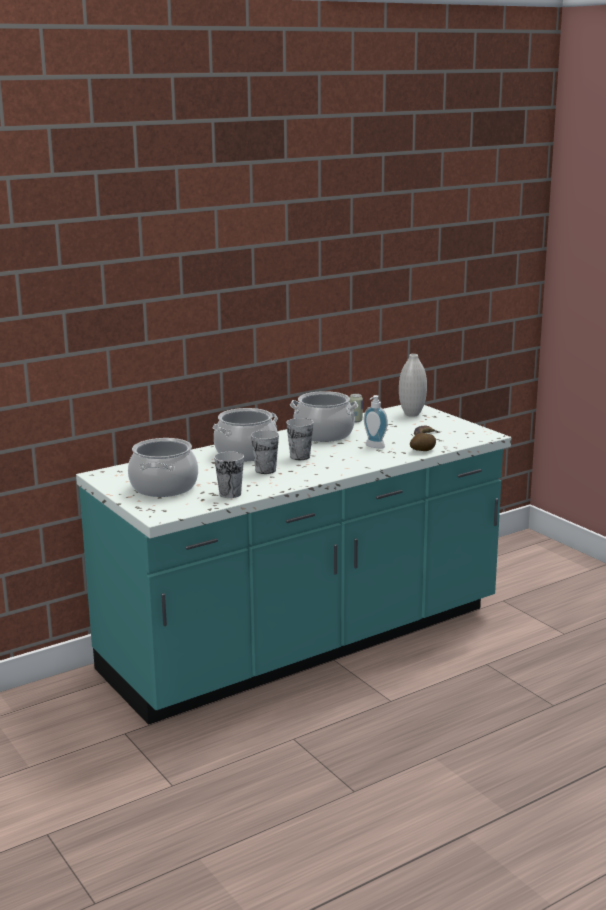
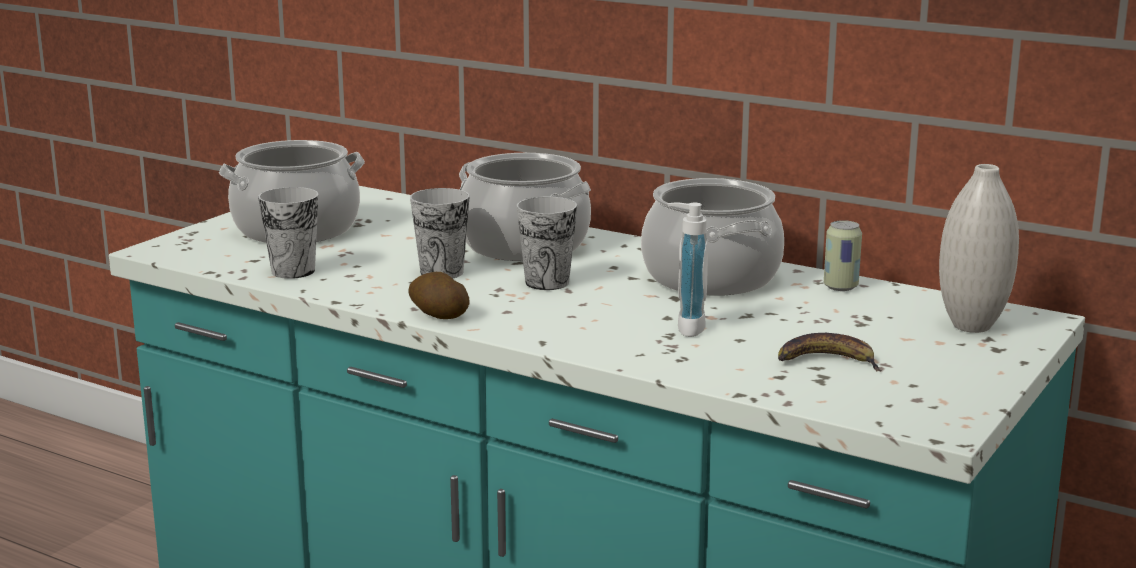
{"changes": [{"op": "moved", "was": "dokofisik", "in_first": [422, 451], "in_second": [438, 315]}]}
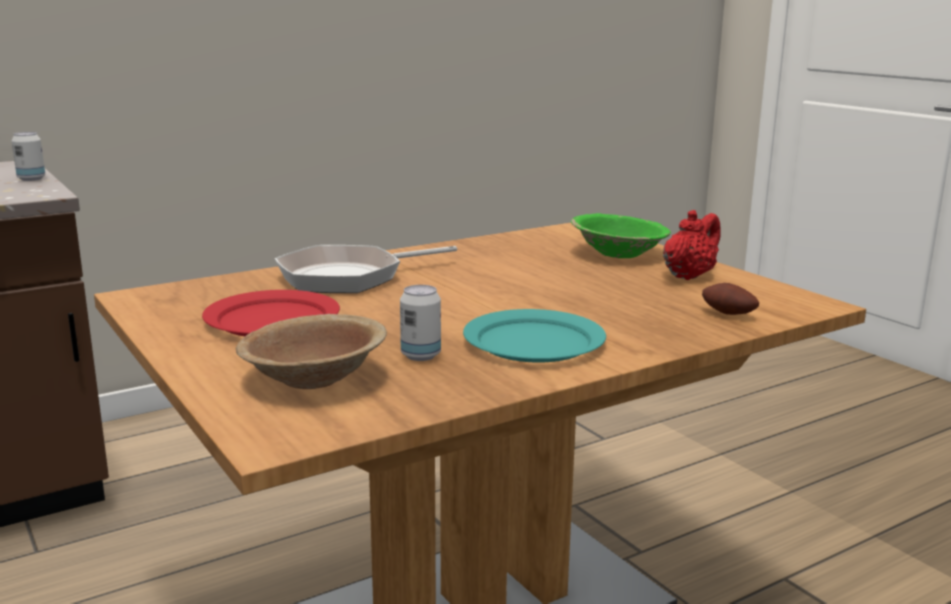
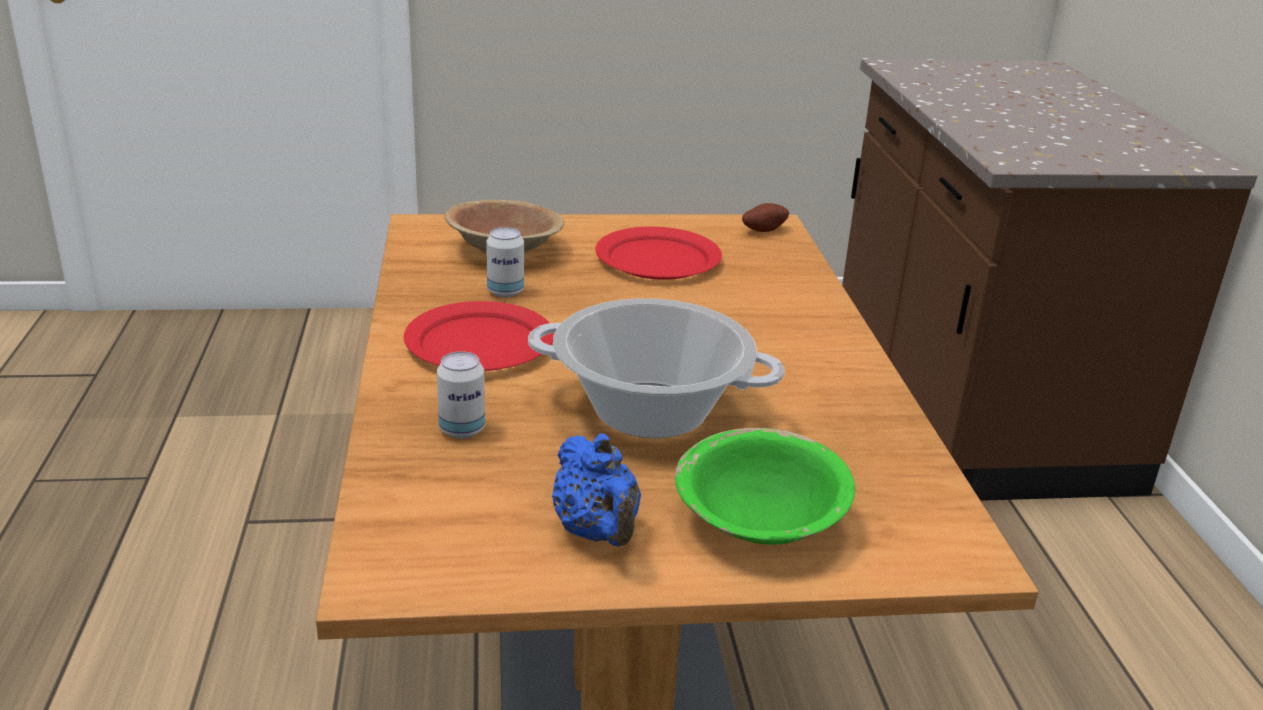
{"changes": [{"op": "moved", "was": "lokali", "in_first": [31, 179], "in_second": [462, 430]}, {"op": "recoloured", "was": "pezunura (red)", "now": "pezunura (blue)", "in_first": [689, 276], "in_second": [597, 532]}, {"op": "removed", "was": "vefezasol", "in_first": [349, 277]}, {"op": "moved", "was": "dokofisik", "in_first": [727, 315], "in_second": [763, 230]}, {"op": "recoloured", "was": "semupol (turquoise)", "now": "semupol (red)", "in_first": [534, 342], "in_second": [478, 343]}, {"op": "added", "now": "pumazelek", "in_second": [650, 410]}]}
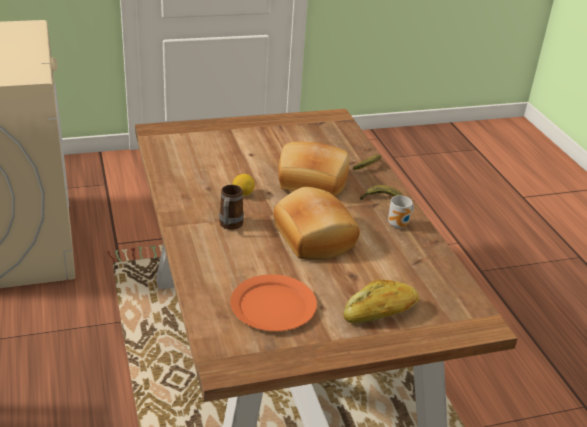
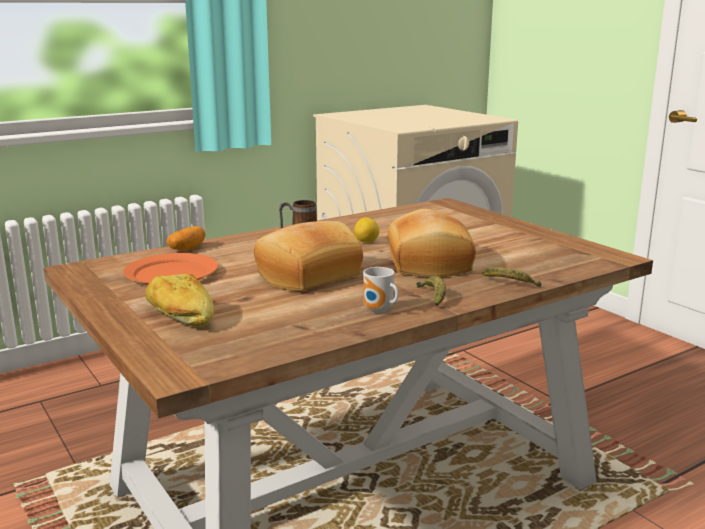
{"changes": [{"op": "added", "now": "dokofisik", "in_second": [187, 249]}]}
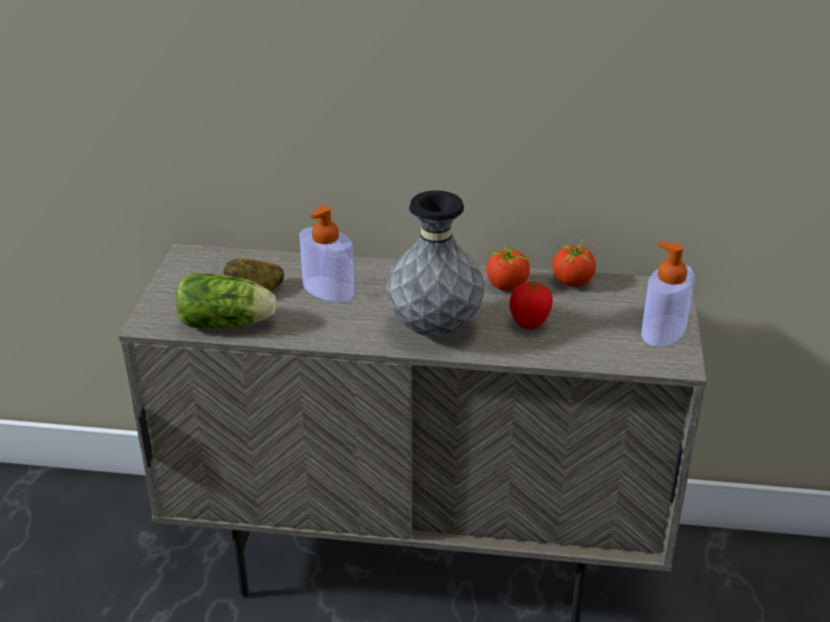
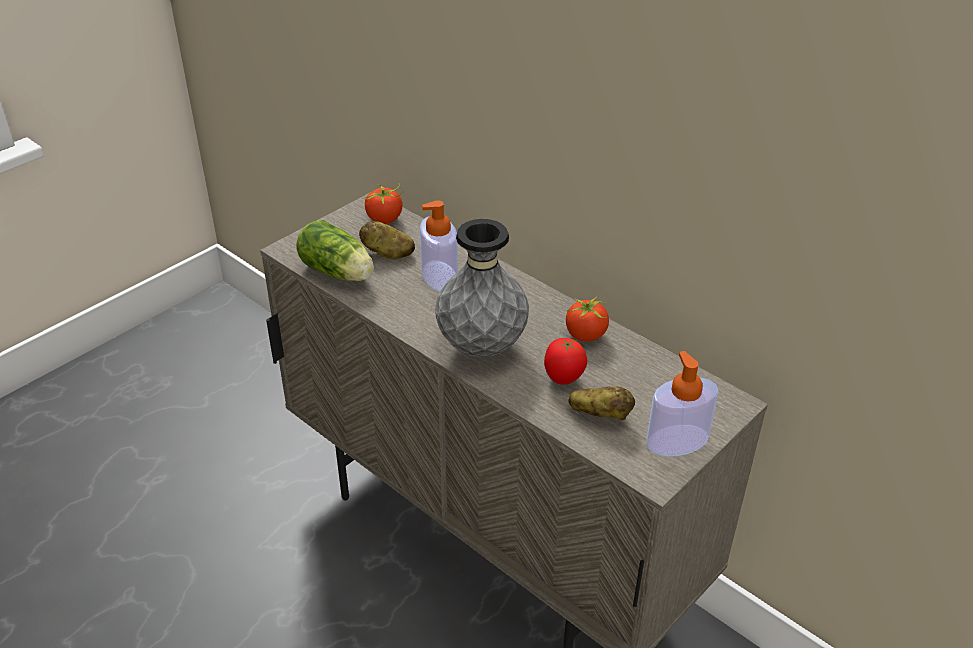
{"changes": [{"op": "moved", "was": "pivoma", "in_first": [572, 281], "in_second": [384, 219]}, {"op": "added", "now": "dokofisik", "in_second": [600, 414]}]}
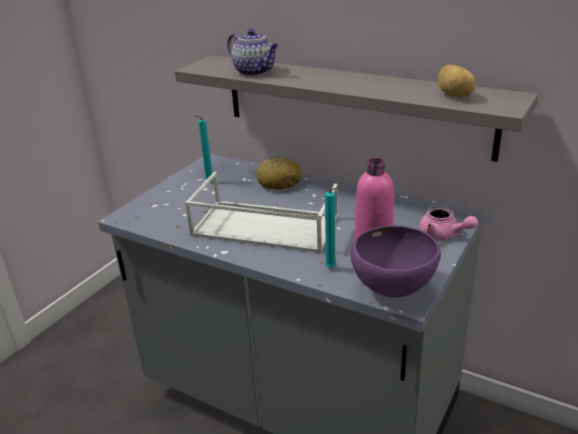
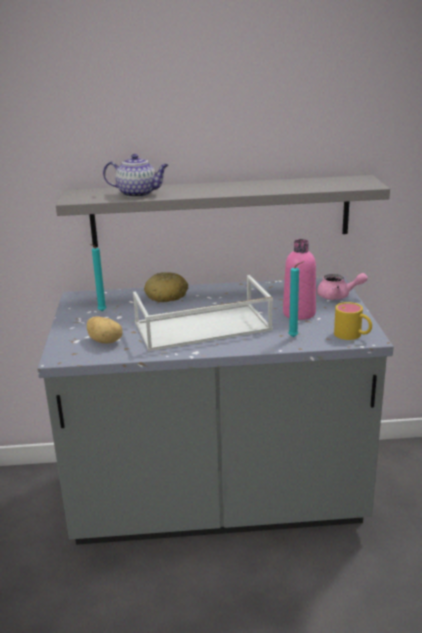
{"changes": [{"op": "moved", "was": "dokofisik", "in_first": [455, 95], "in_second": [105, 341]}, {"op": "replaced", "was": "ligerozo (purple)", "now": "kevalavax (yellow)", "in_first": [393, 290], "in_second": [353, 335]}]}
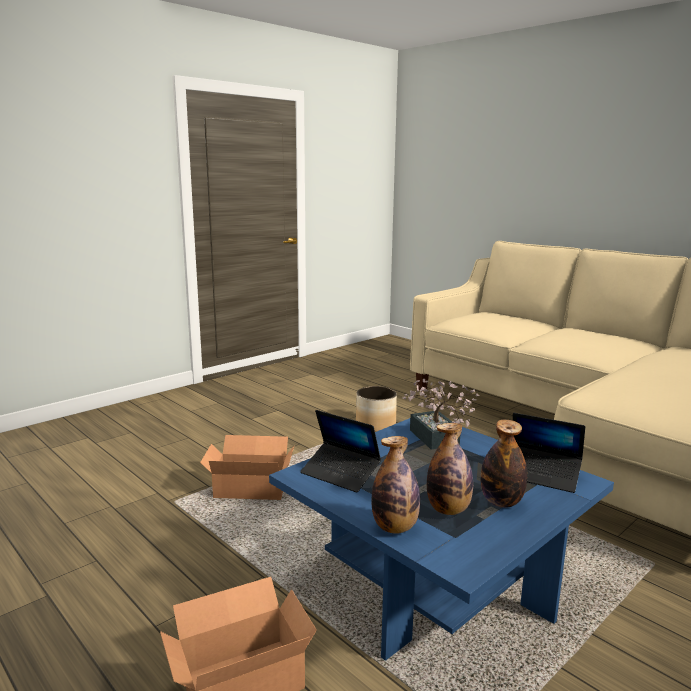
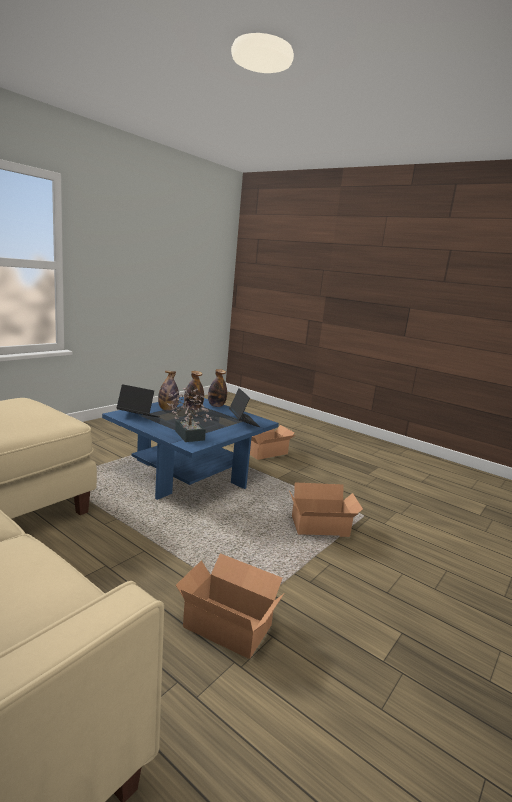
{"changes": [{"op": "replaced", "was": "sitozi", "now": "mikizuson", "in_first": [375, 425], "in_second": [227, 623]}, {"op": "turned", "was": "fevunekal", "in_first": [340, 473], "in_second": [243, 421], "clockwise": 45}]}
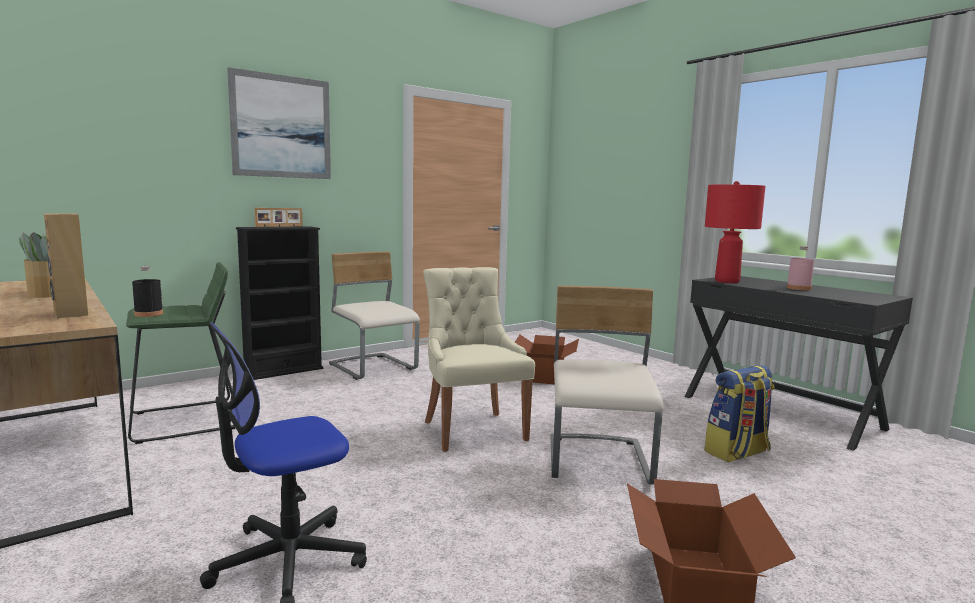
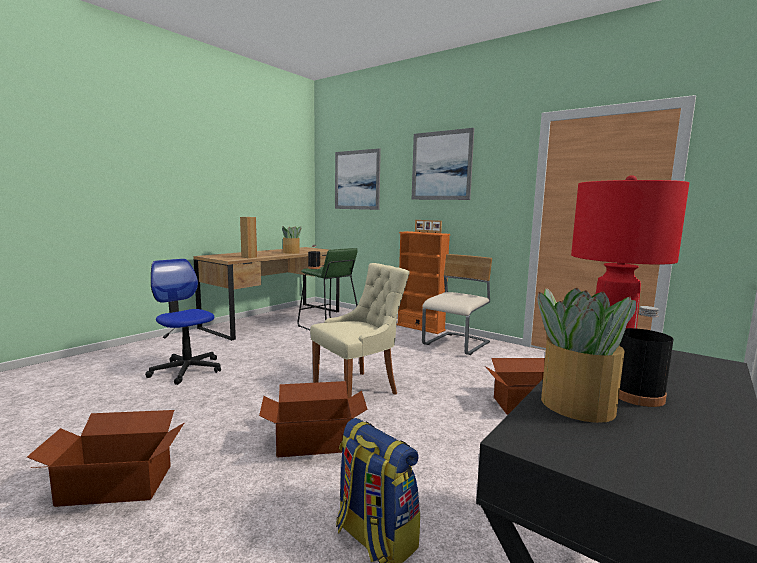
{"changes": [{"op": "recoloured", "was": "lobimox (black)", "now": "lobimox (orange)", "in_first": [283, 371], "in_second": [420, 327]}, {"op": "recoloured", "was": "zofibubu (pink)", "now": "zofibubu (black)", "in_first": [798, 288], "in_second": [637, 396]}, {"op": "replaced", "was": "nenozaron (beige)", "now": "mikizuson", "in_first": [599, 462], "in_second": [315, 442]}, {"op": "added", "now": "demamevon", "in_second": [357, 180]}, {"op": "added", "now": "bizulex", "in_second": [575, 404]}]}
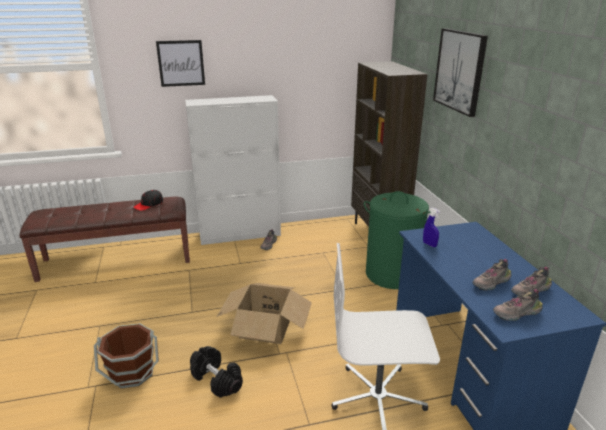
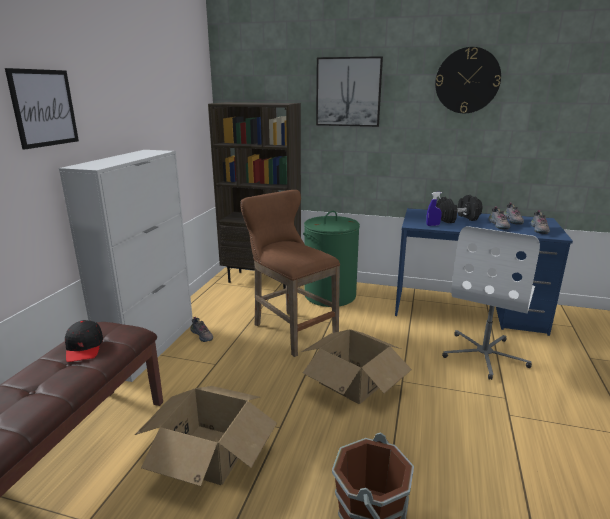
{"changes": [{"op": "moved", "was": "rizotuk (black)", "in_first": [217, 380], "in_second": [456, 219]}, {"op": "added", "now": "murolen", "in_second": [467, 80]}, {"op": "added", "now": "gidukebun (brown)", "in_second": [290, 329]}, {"op": "added", "now": "mikizuson", "in_second": [209, 454]}]}
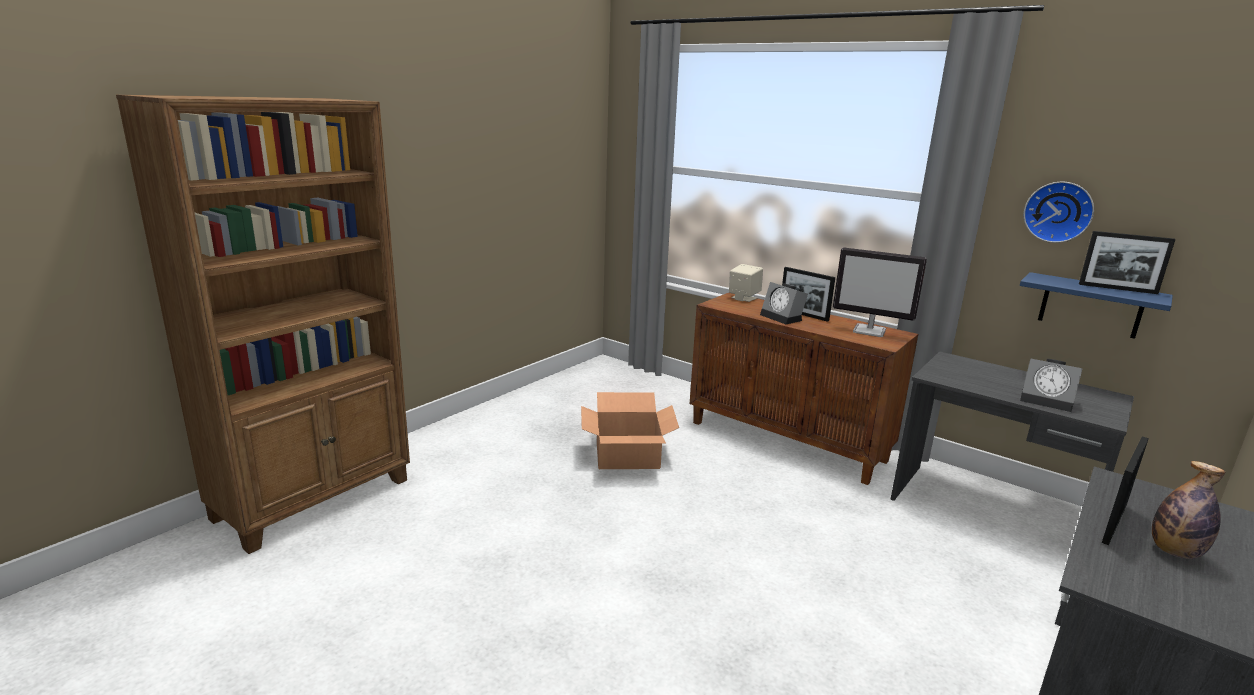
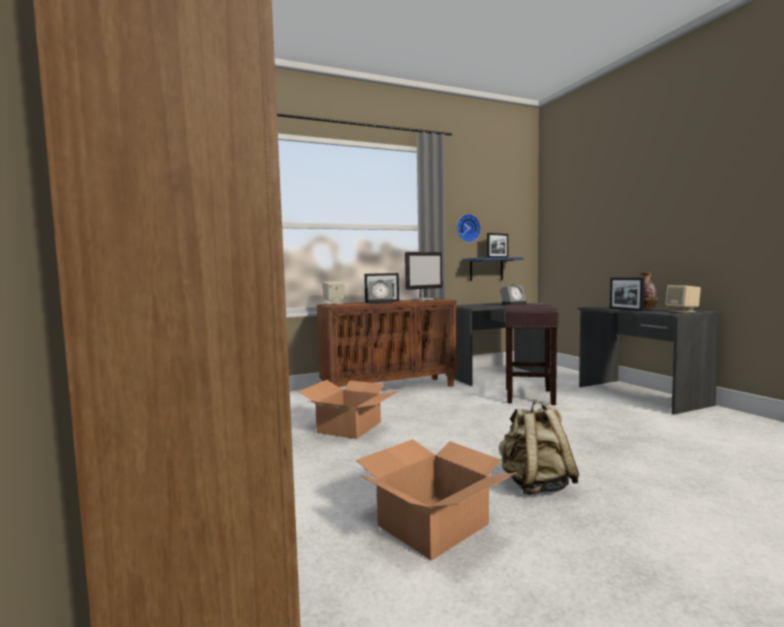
{"changes": [{"op": "added", "now": "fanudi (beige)", "in_second": [682, 311]}, {"op": "added", "now": "gidukebun (brown)", "in_second": [529, 397]}, {"op": "added", "now": "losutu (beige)", "in_second": [535, 485]}, {"op": "added", "now": "mikizuson", "in_second": [432, 524]}]}
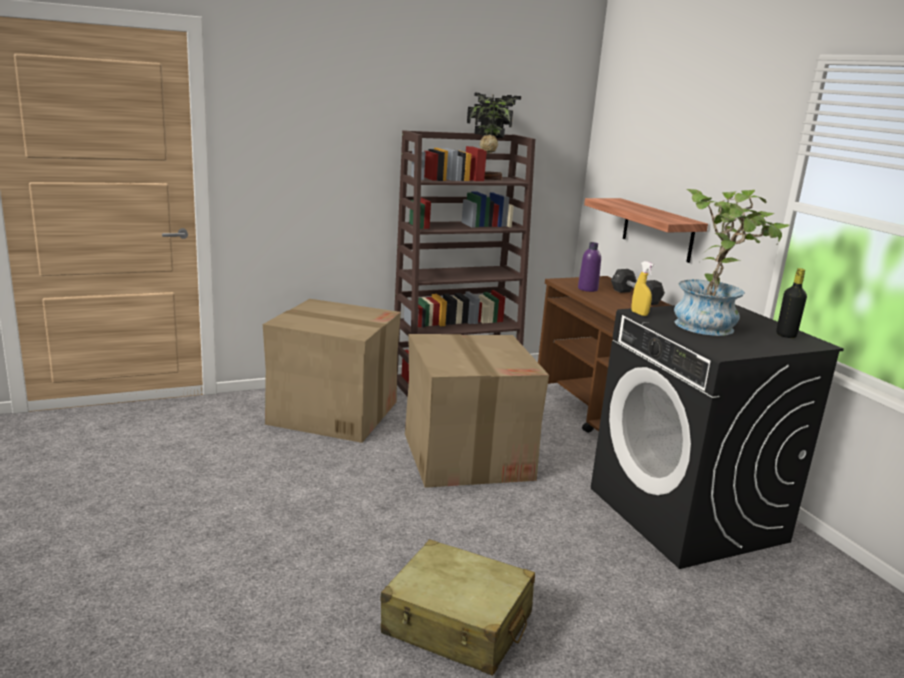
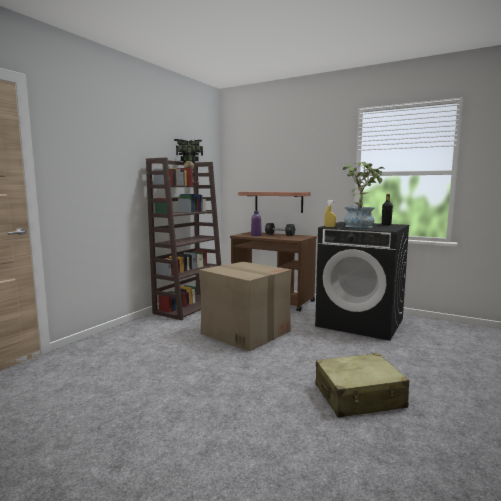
{"changes": [{"op": "removed", "was": "mikizuson", "in_first": [332, 412]}]}
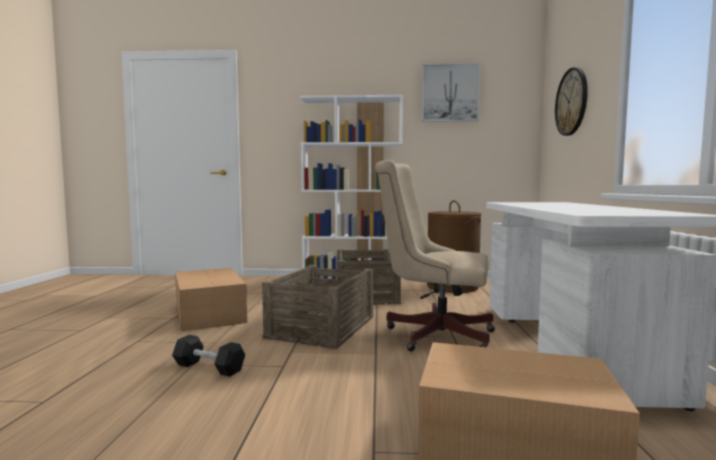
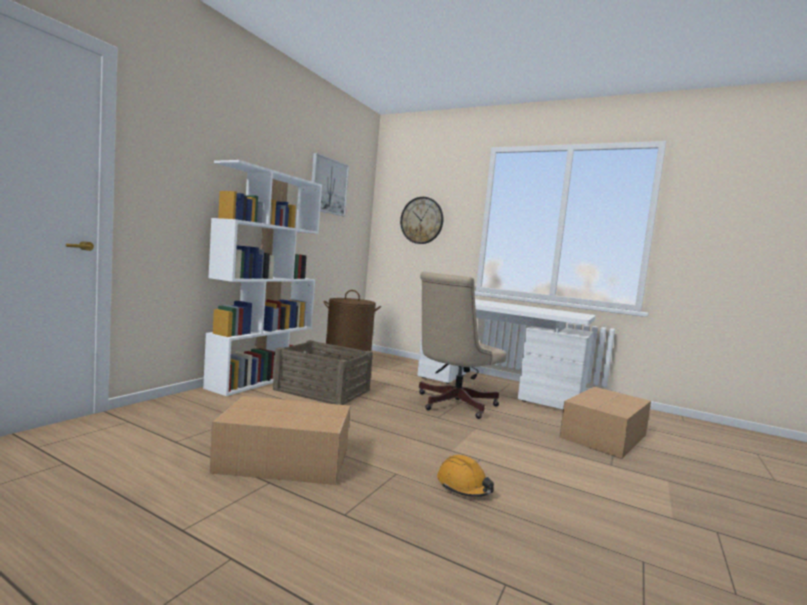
{"changes": [{"op": "removed", "was": "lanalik", "in_first": [323, 326]}, {"op": "replaced", "was": "rizotuk (black)", "now": "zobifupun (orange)", "in_first": [209, 367], "in_second": [464, 486]}]}
